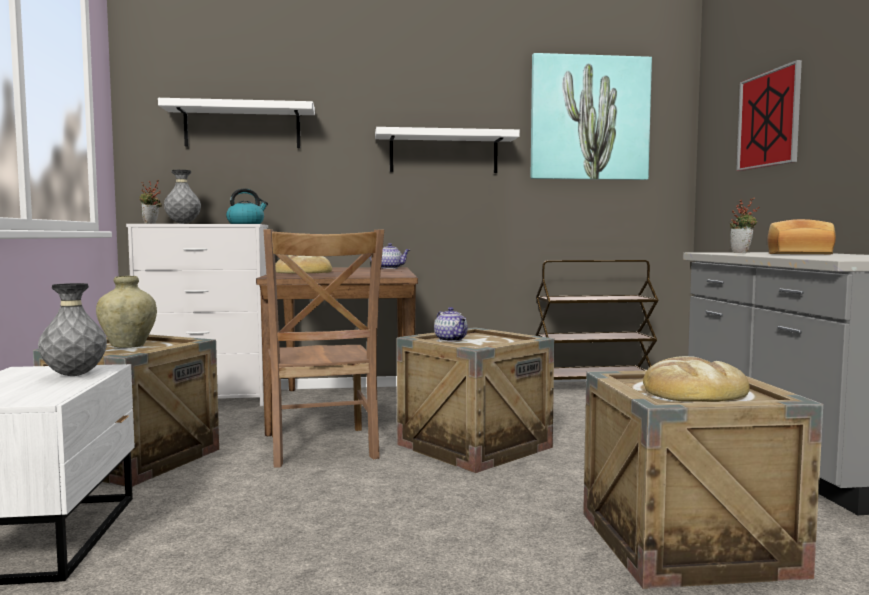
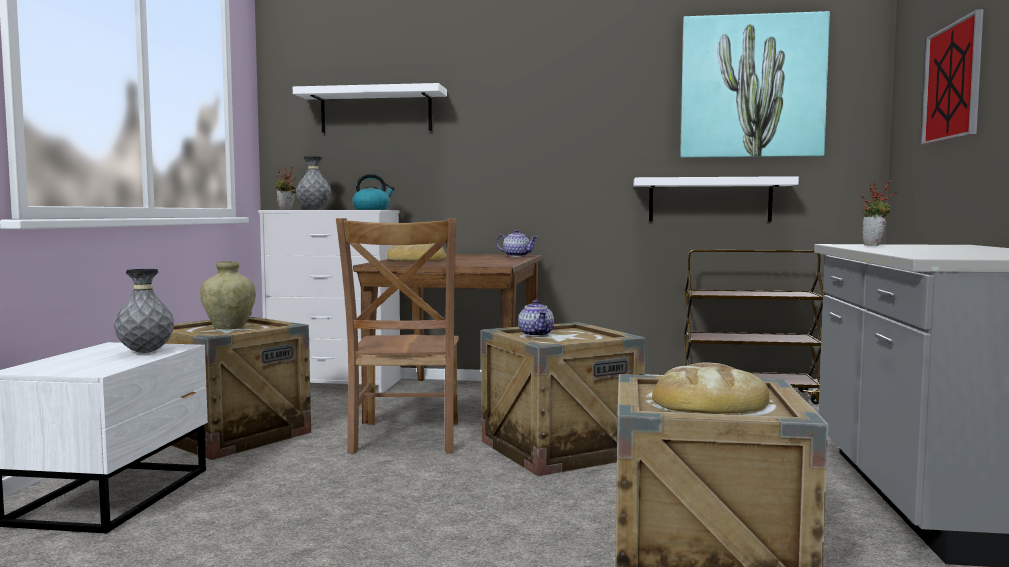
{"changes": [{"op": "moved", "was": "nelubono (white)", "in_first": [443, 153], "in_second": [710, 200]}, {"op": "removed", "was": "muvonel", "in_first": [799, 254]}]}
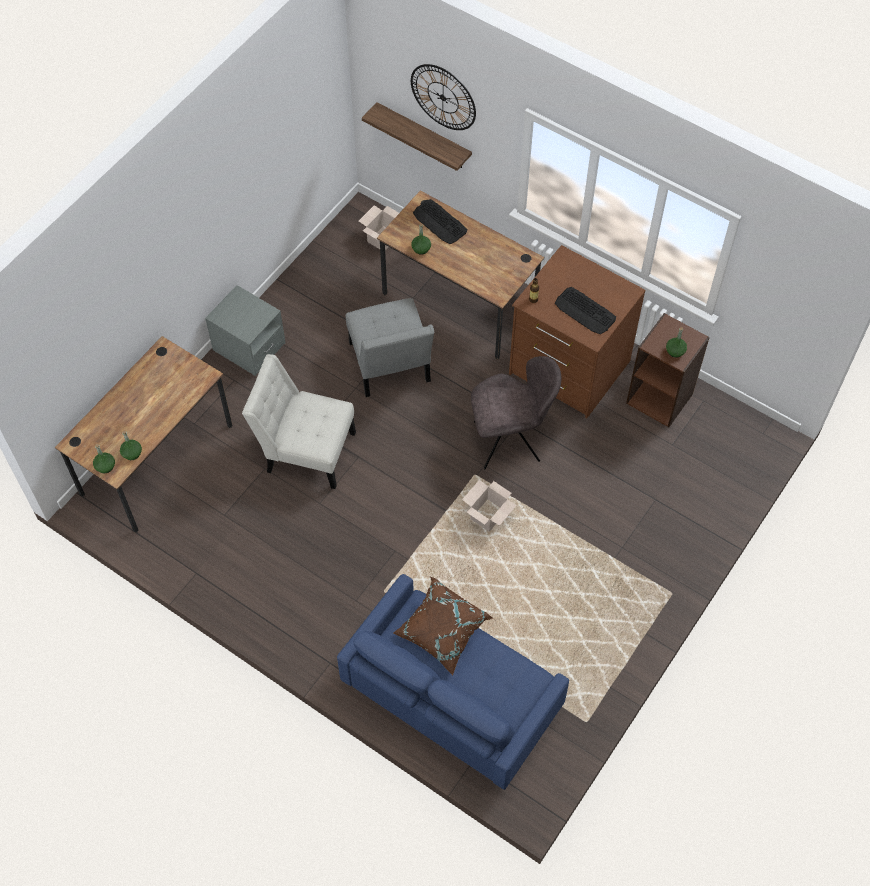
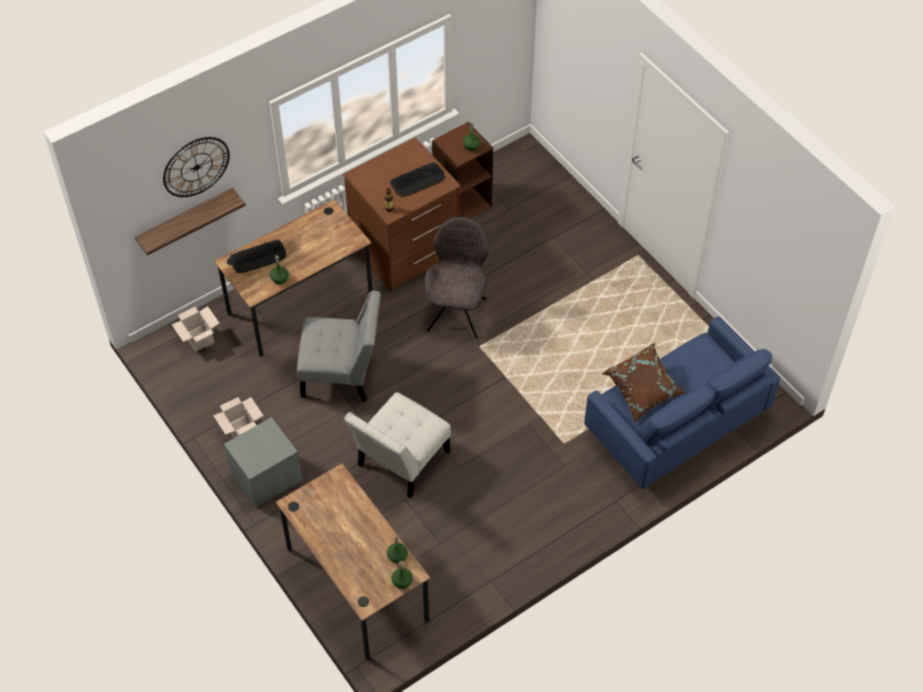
{"changes": [{"op": "moved", "was": "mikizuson", "in_first": [488, 516], "in_second": [242, 430]}]}
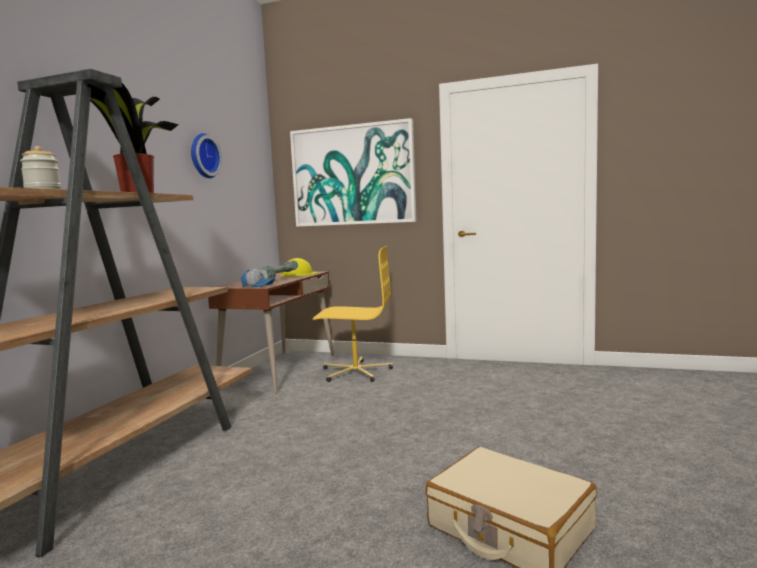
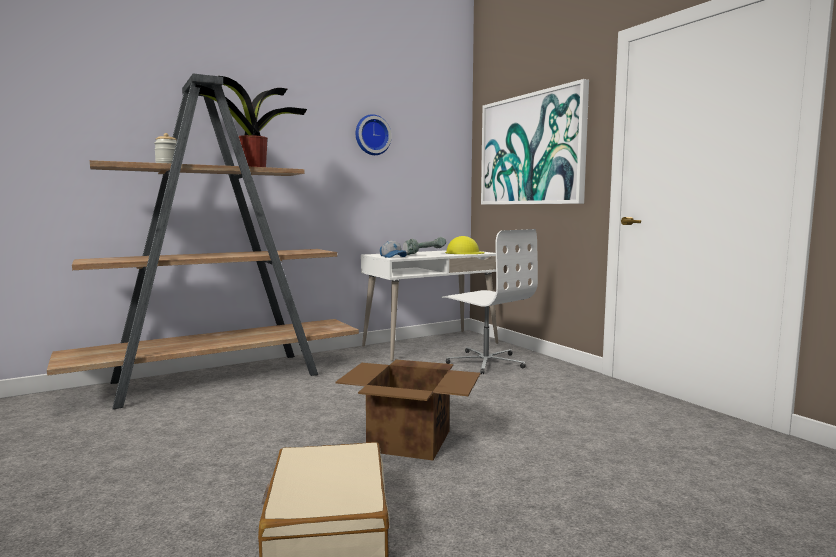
{"changes": [{"op": "recoloured", "was": "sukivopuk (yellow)", "now": "sukivopuk (white)", "in_first": [355, 372], "in_second": [486, 362]}, {"op": "recoloured", "was": "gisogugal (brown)", "now": "gisogugal (white)", "in_first": [280, 370], "in_second": [430, 345]}, {"op": "added", "now": "mikizuson", "in_second": [410, 441]}]}
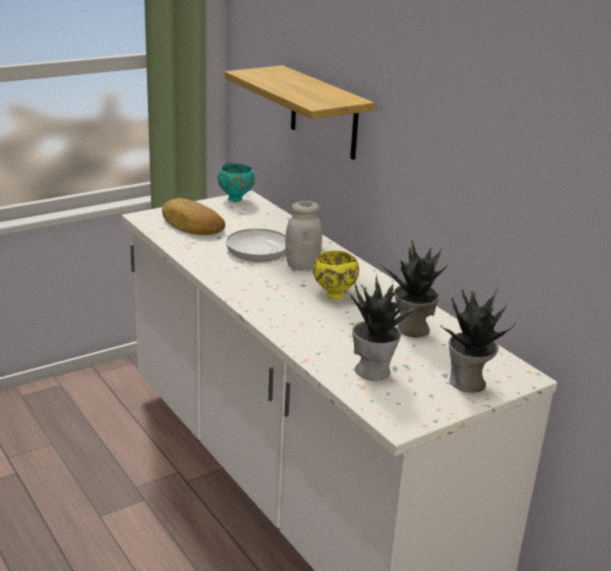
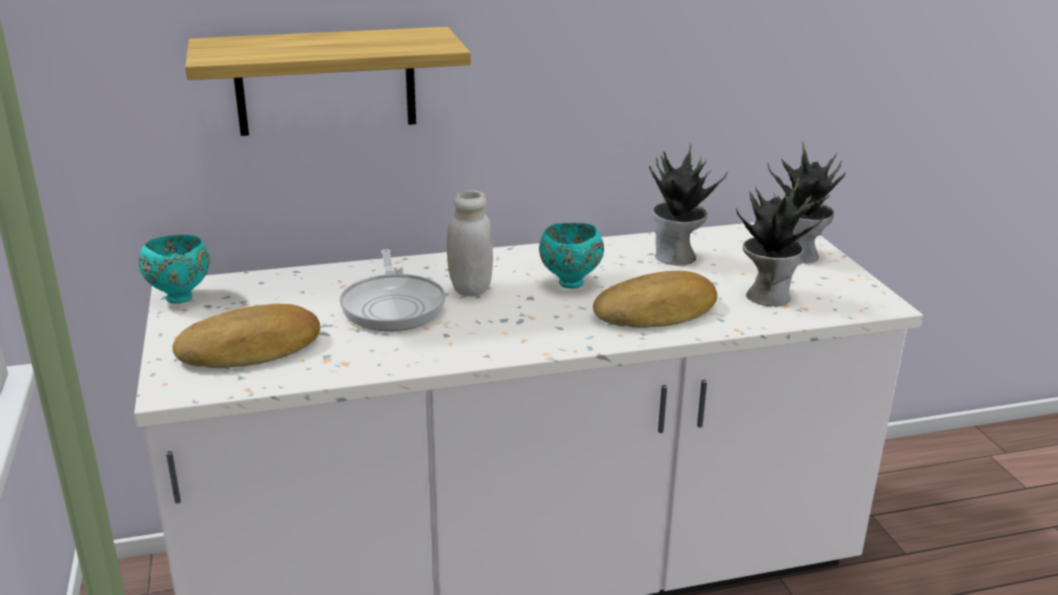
{"changes": [{"op": "recoloured", "was": "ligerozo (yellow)", "now": "ligerozo (turquoise)", "in_first": [333, 295], "in_second": [569, 284]}, {"op": "added", "now": "muvonel", "in_second": [657, 312]}]}
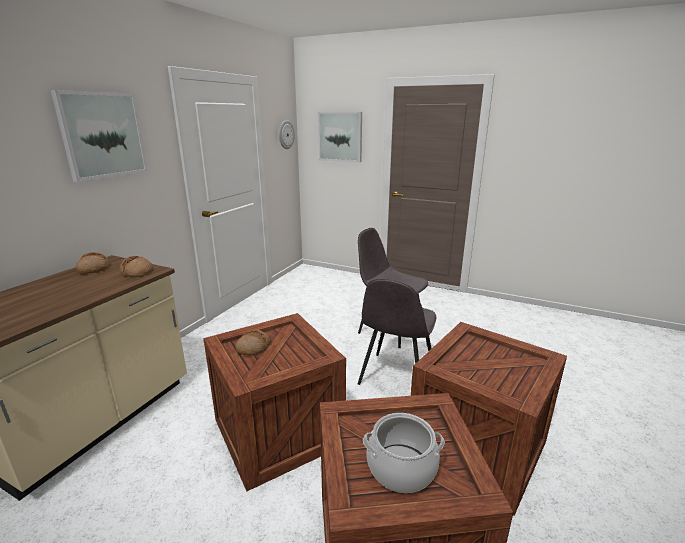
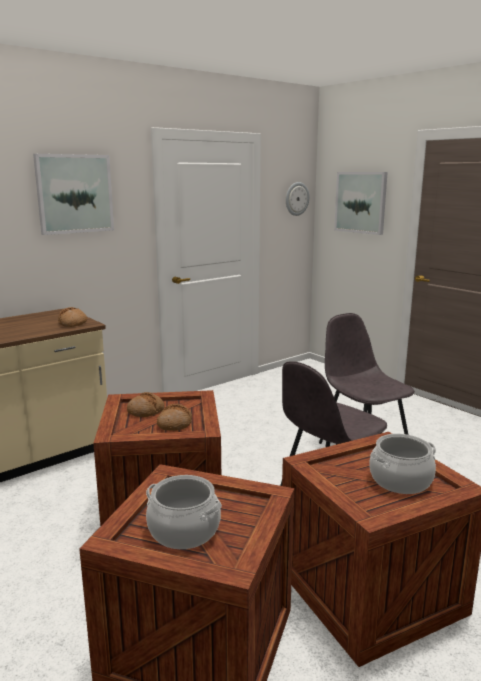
{"changes": [{"op": "moved", "was": "muvonel", "in_first": [93, 268], "in_second": [174, 424]}, {"op": "added", "now": "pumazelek", "in_second": [400, 480]}]}
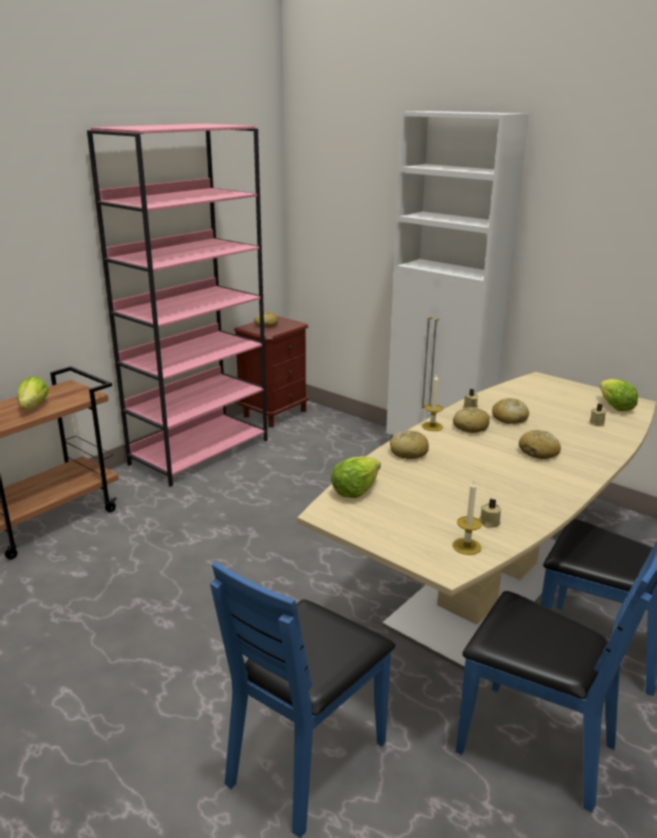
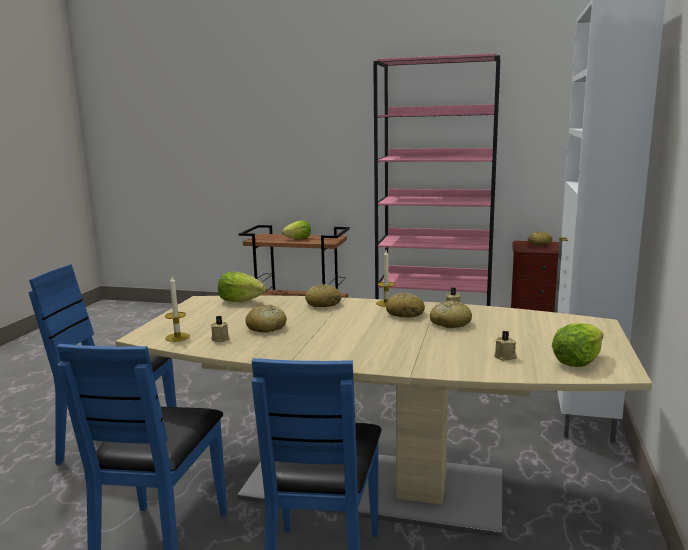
{"changes": [{"op": "moved", "was": "muvonel", "in_first": [539, 452], "in_second": [266, 327]}]}
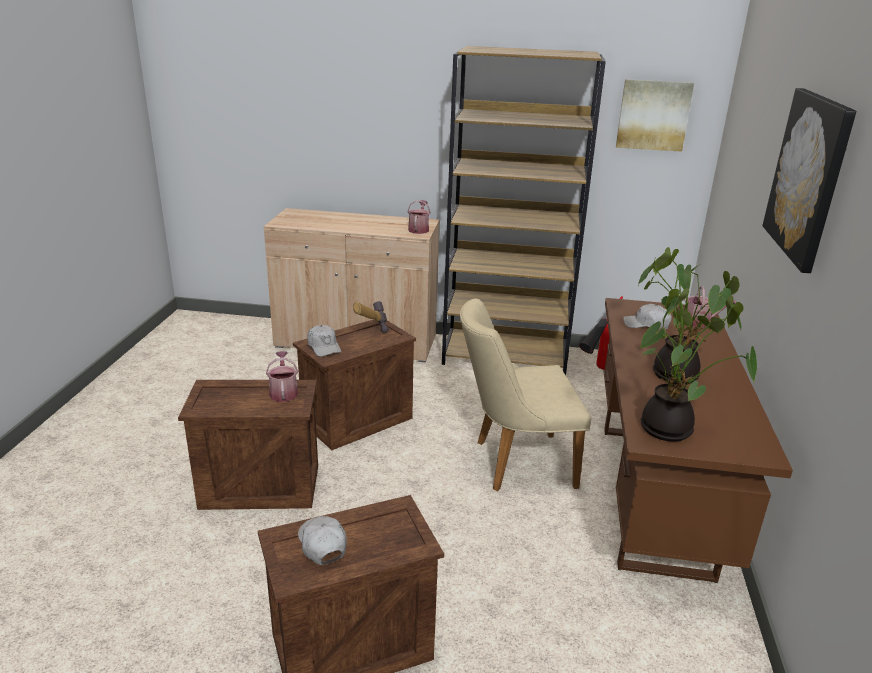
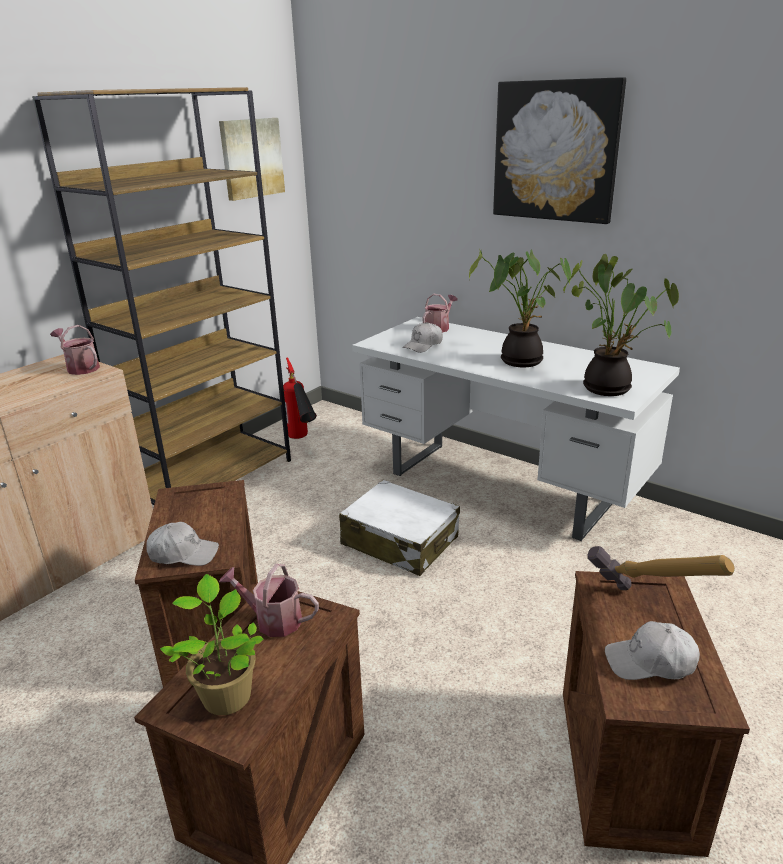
{"changes": [{"op": "replaced", "was": "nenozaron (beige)", "now": "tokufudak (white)", "in_first": [514, 463], "in_second": [400, 541]}, {"op": "recoloured", "was": "gisogugal (brown)", "now": "gisogugal (white)", "in_first": [654, 496], "in_second": [500, 486]}, {"op": "moved", "was": "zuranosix", "in_first": [369, 338], "in_second": [645, 612]}, {"op": "added", "now": "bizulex", "in_second": [226, 694]}]}
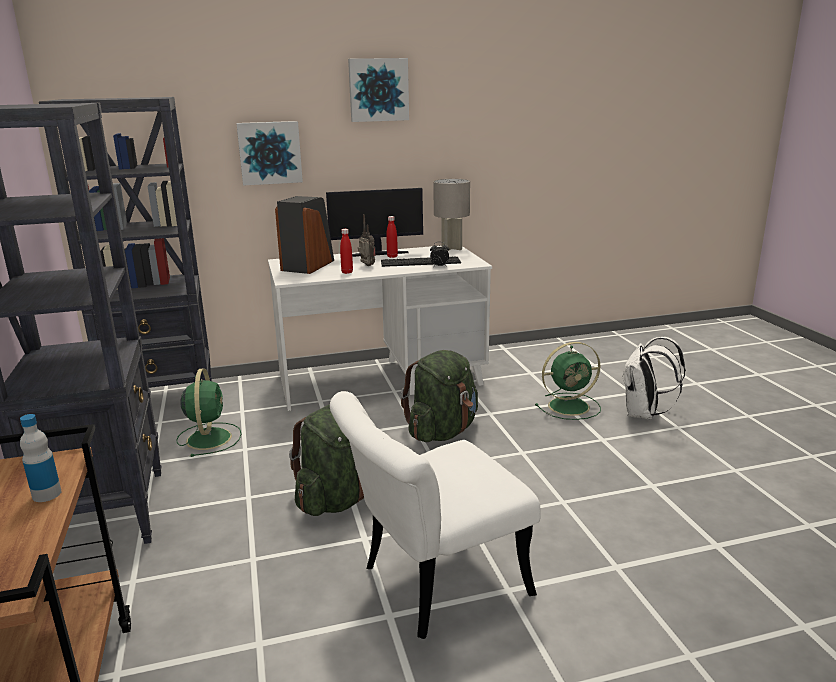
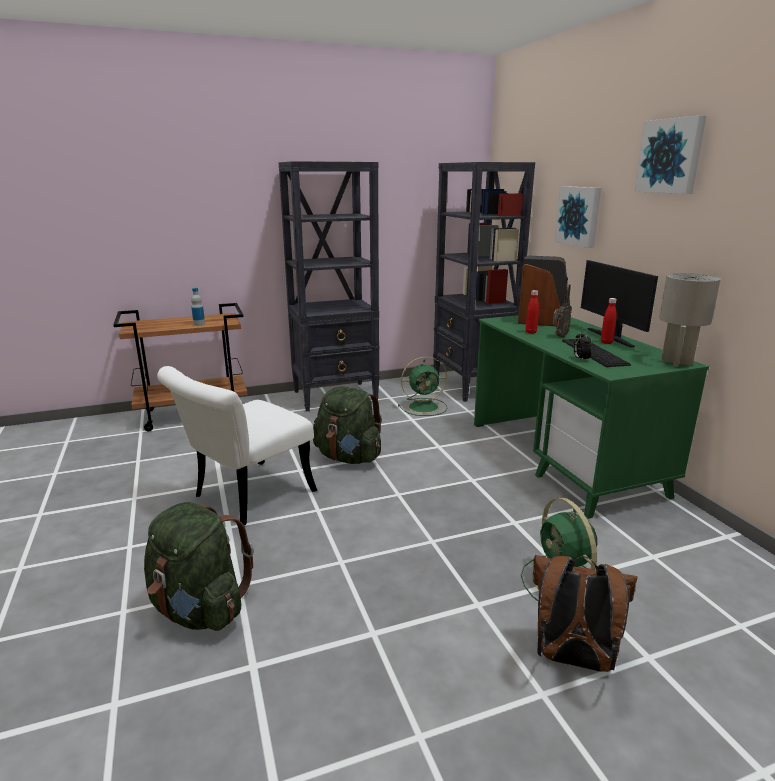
{"changes": [{"op": "recoloured", "was": "gisogugal (white)", "now": "gisogugal (green)", "in_first": [382, 378], "in_second": [564, 459]}, {"op": "recoloured", "was": "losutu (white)", "now": "losutu (brown)", "in_first": [644, 414], "in_second": [572, 659]}, {"op": "moved", "was": "losutu (green)", "in_first": [442, 432], "in_second": [200, 609]}, {"op": "turned", "was": "nenozaron (white)", "in_first": [432, 583], "in_second": [245, 497], "clockwise": -105}]}
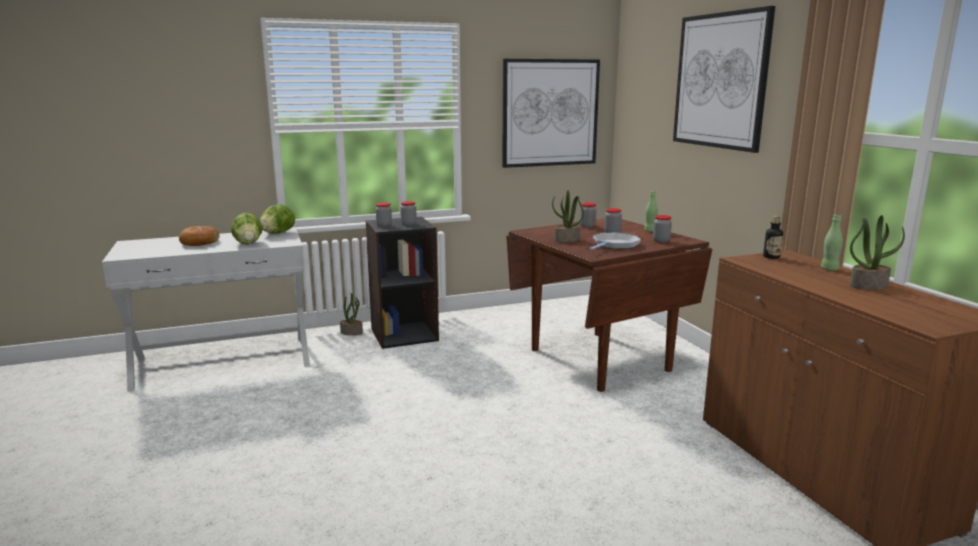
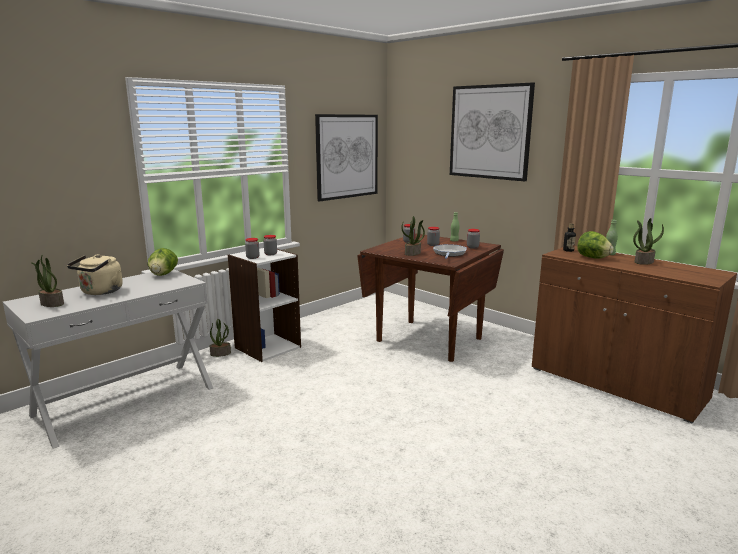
{"changes": [{"op": "moved", "was": "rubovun", "in_first": [248, 244], "in_second": [593, 258]}, {"op": "recoloured", "was": "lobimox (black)", "now": "lobimox (white)", "in_first": [404, 334], "in_second": [267, 347]}, {"op": "replaced", "was": "muvonel", "now": "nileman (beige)", "in_first": [199, 242], "in_second": [100, 292]}, {"op": "added", "now": "bizulex", "in_second": [51, 304]}]}
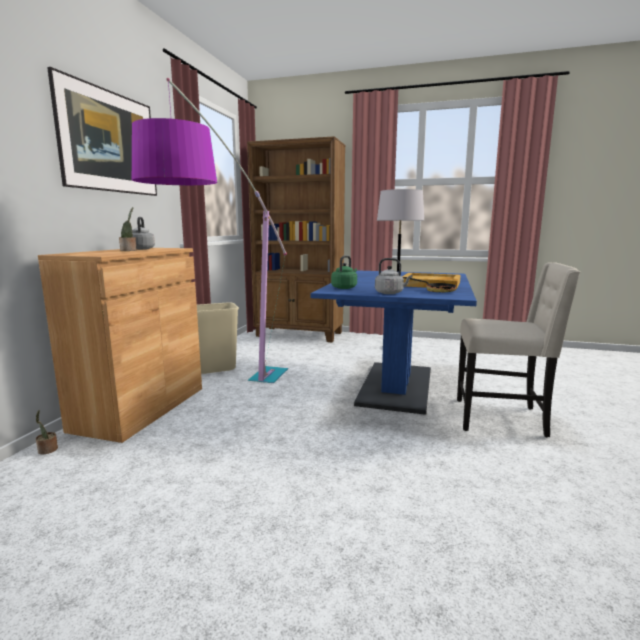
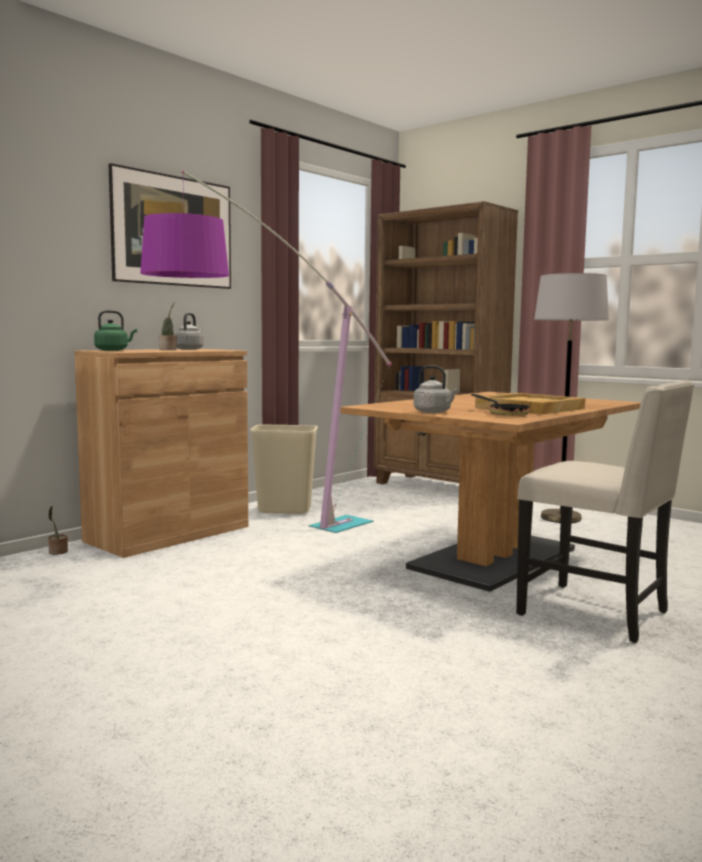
{"changes": [{"op": "moved", "was": "nileman (green)", "in_first": [345, 287], "in_second": [113, 350]}, {"op": "recoloured", "was": "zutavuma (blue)", "now": "zutavuma (brown)", "in_first": [396, 386], "in_second": [494, 559]}]}
